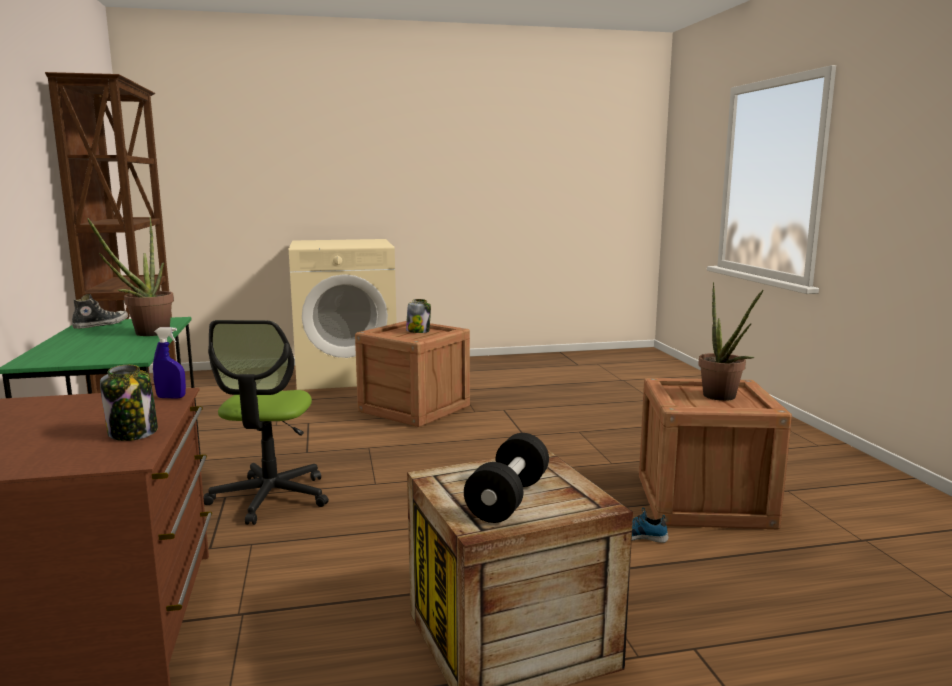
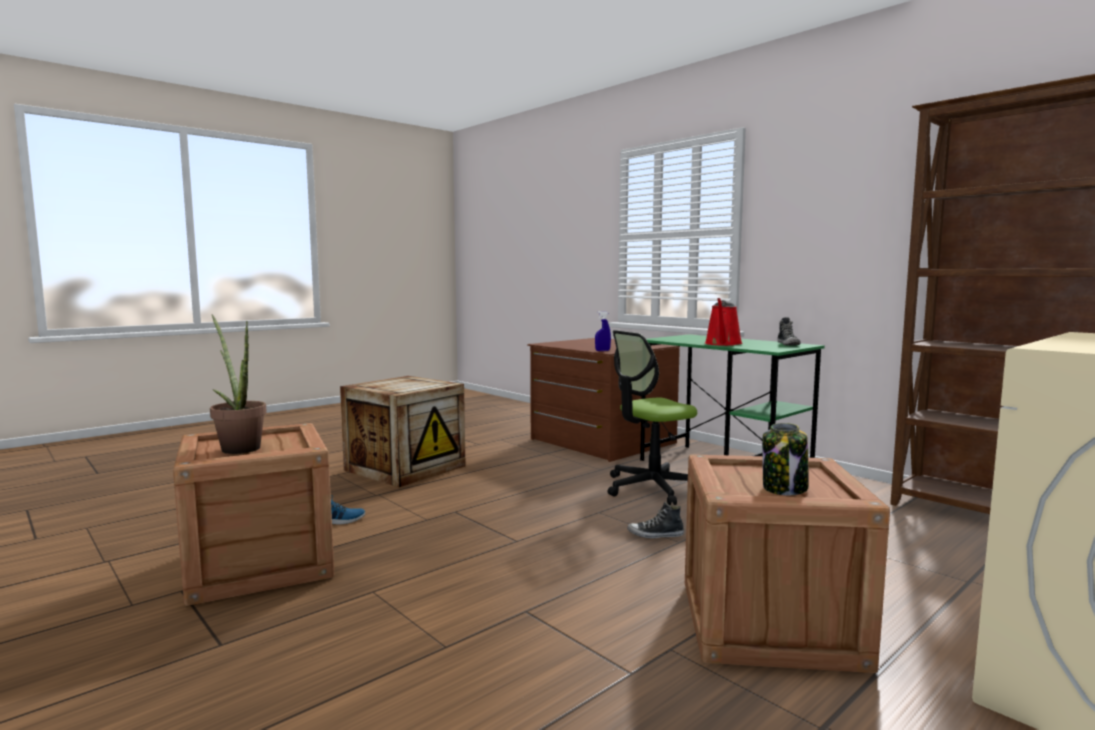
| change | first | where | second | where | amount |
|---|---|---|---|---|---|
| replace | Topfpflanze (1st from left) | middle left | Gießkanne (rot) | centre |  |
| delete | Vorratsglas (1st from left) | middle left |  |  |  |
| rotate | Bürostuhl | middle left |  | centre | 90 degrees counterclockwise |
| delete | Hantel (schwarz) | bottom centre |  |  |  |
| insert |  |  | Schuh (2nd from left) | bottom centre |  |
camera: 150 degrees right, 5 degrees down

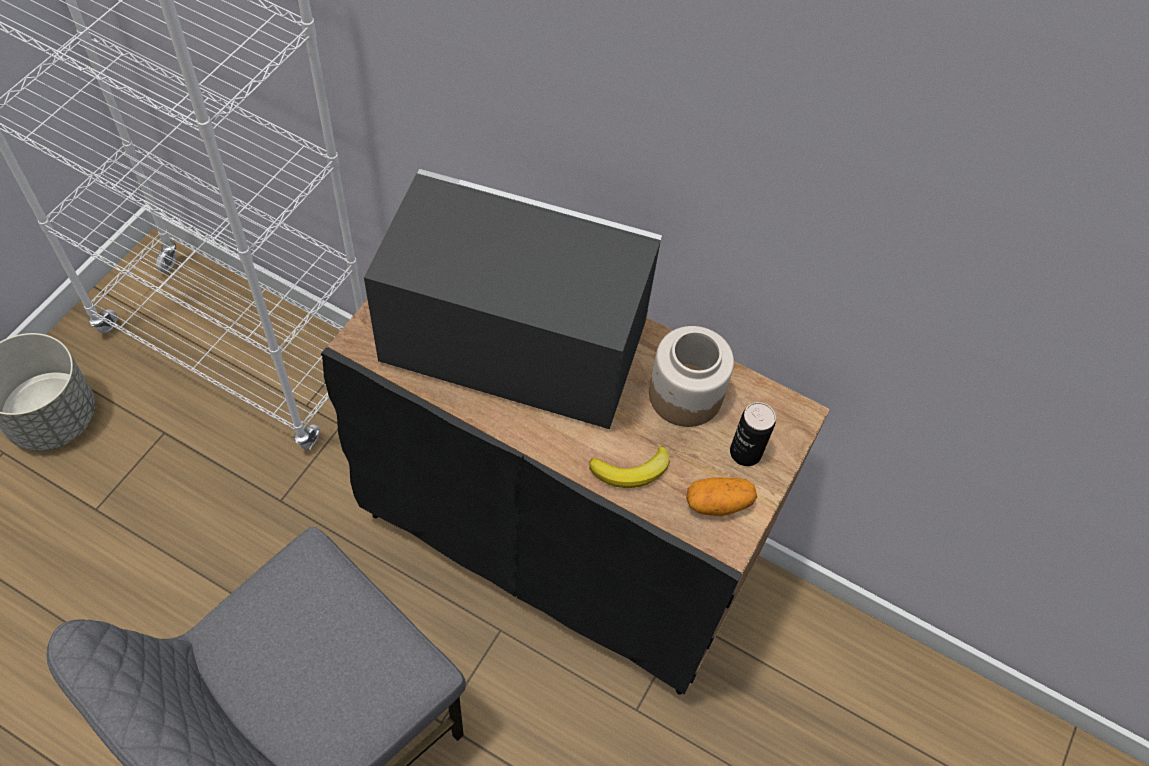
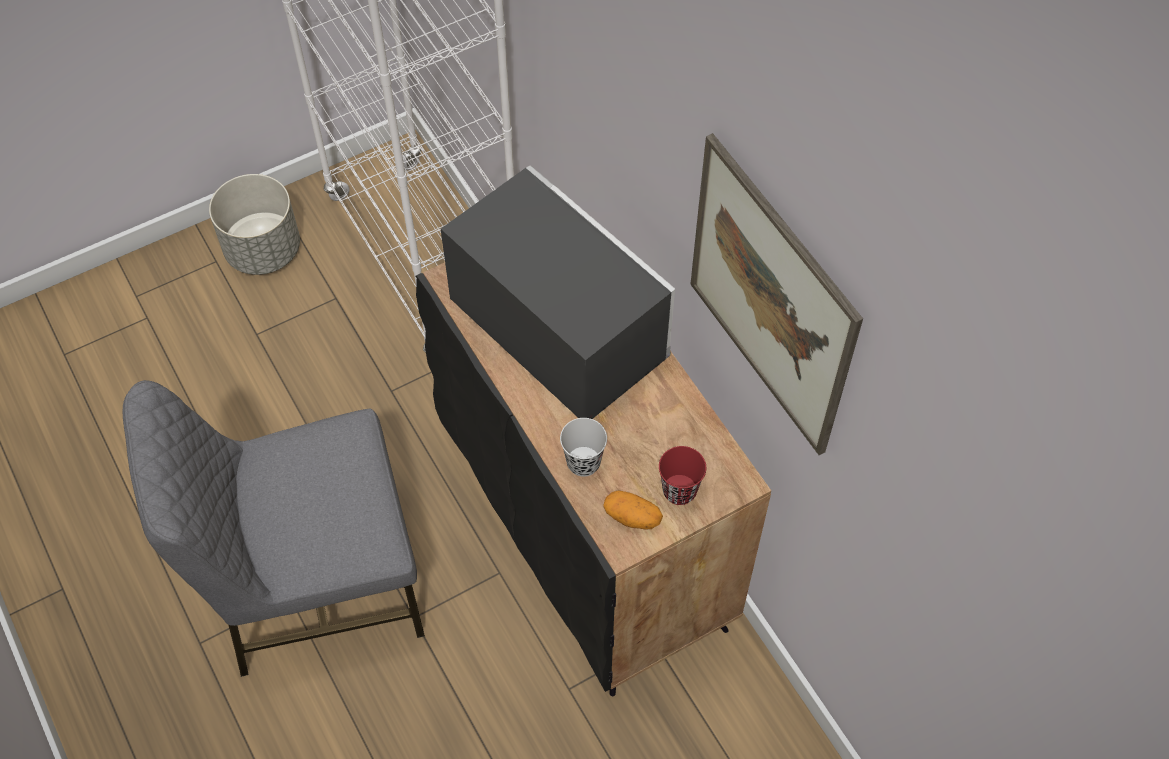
| change | first | where | second | where | amount |
|---|---|---|---|---|---|
| replace | Banane | centre | Tasse (schwarz) | centre |  |
| delete | Vorratsglas | centre |  |  |  |
| replace | Dose | centre | Tasse (rot) | centre |  |
| insert |  |  | Bild | centre |  |
camera: 35 degrees right, 0 degrees up

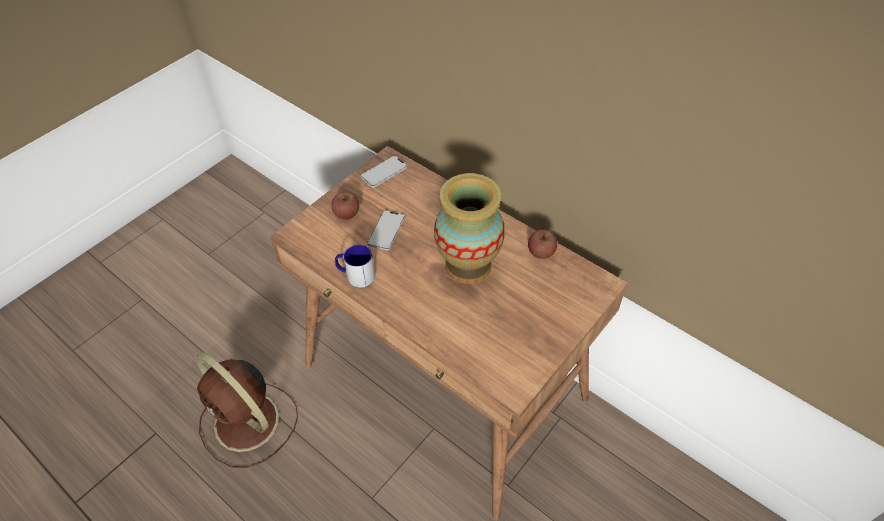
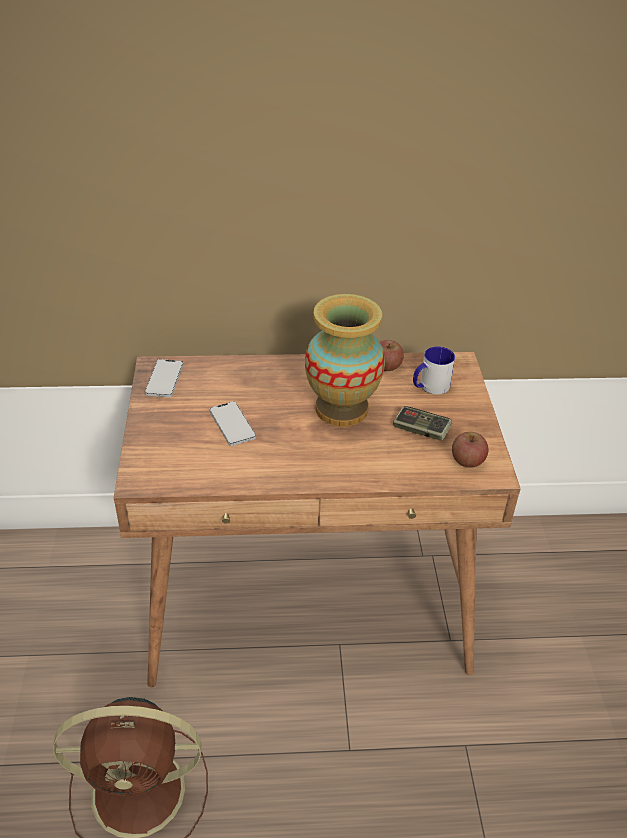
| change | first | where | second | where | amount |
|---|---|---|---|---|---|
| move | Apfel (1st from left in the first image) | centre | Apfel (2nd from left) | middle right |  |
| move | Henkelbecher | centre |  | middle right |  |
| insert |  |  | Gamepad | middle right |  |
camera: 45 degrees left, 10 degrees down

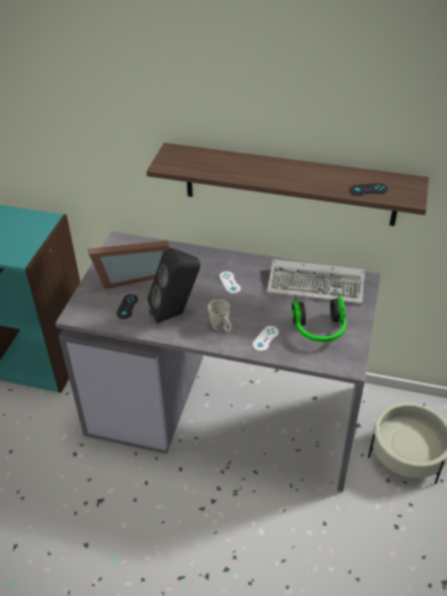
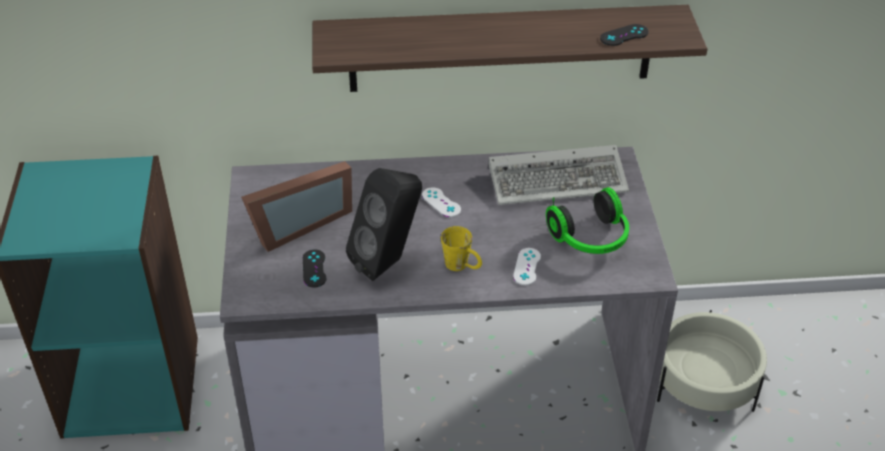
| change | first | where | second | where | amount |
|---|---|---|---|---|---|
| recolor | Henkelbecher (weiß) | centre | Henkelbecher (gelb) | centre |  |
camera: 20 degrees left, 0 degrees up

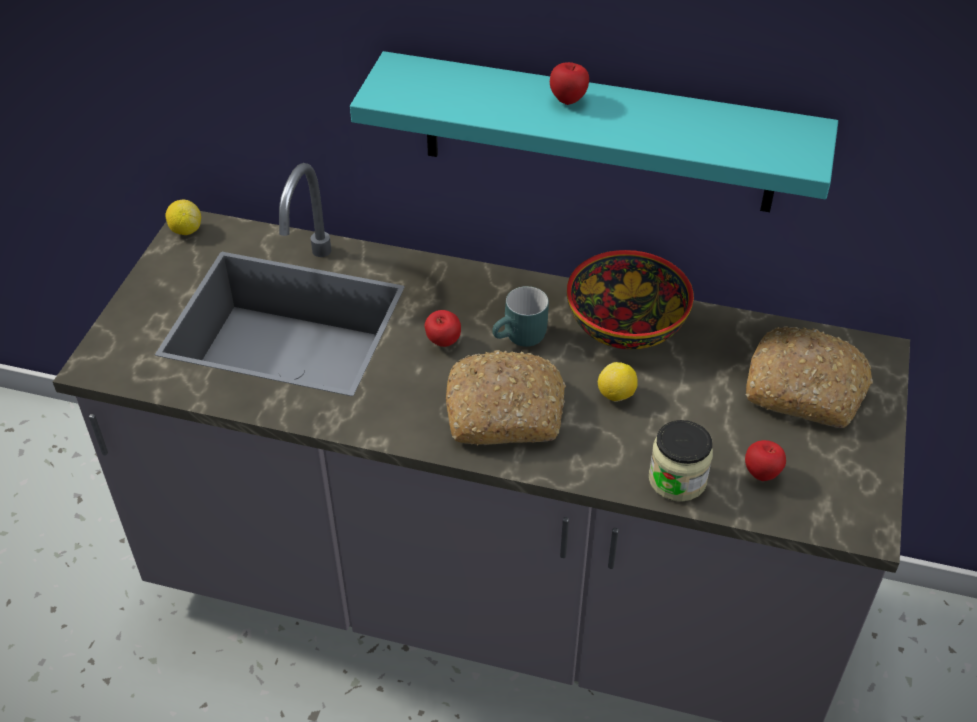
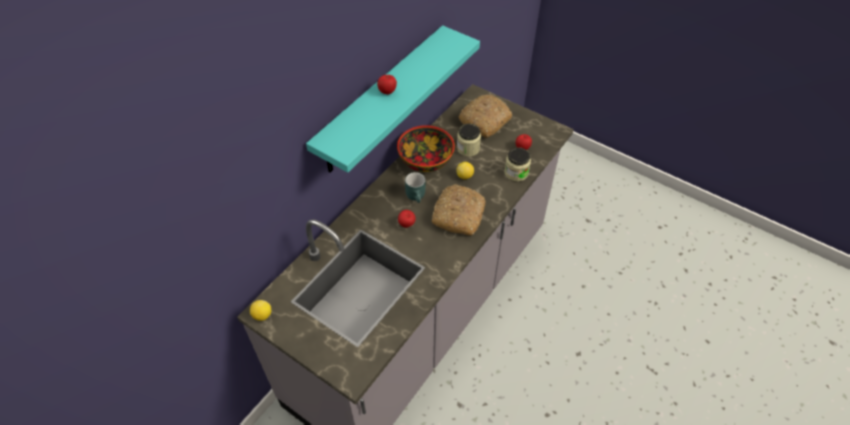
| change | first | where | second | where | amount |
|---|---|---|---|---|---|
| insert |  |  | Vorratsglas (1st from left) | top centre |  |
camera: 70 degrees left, 5 degrees up

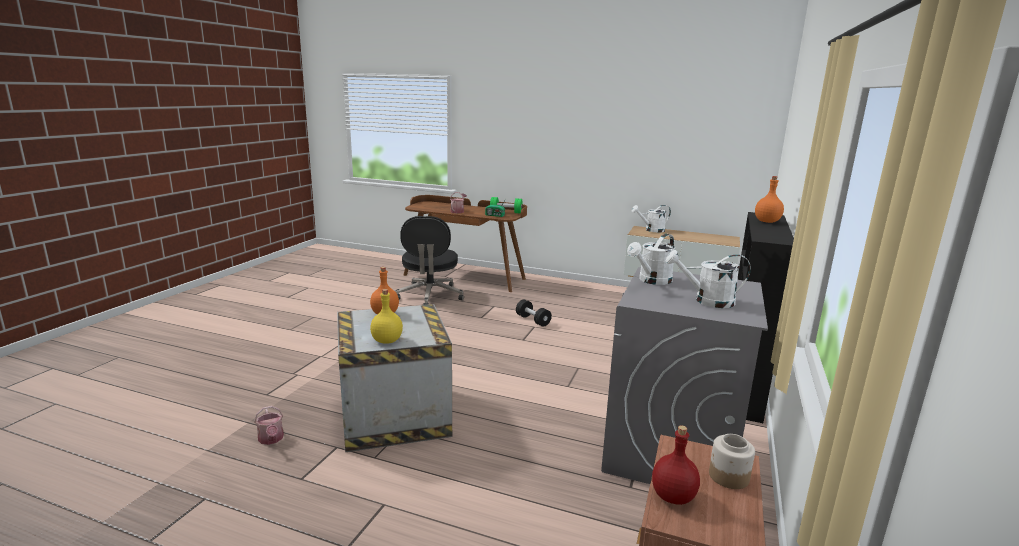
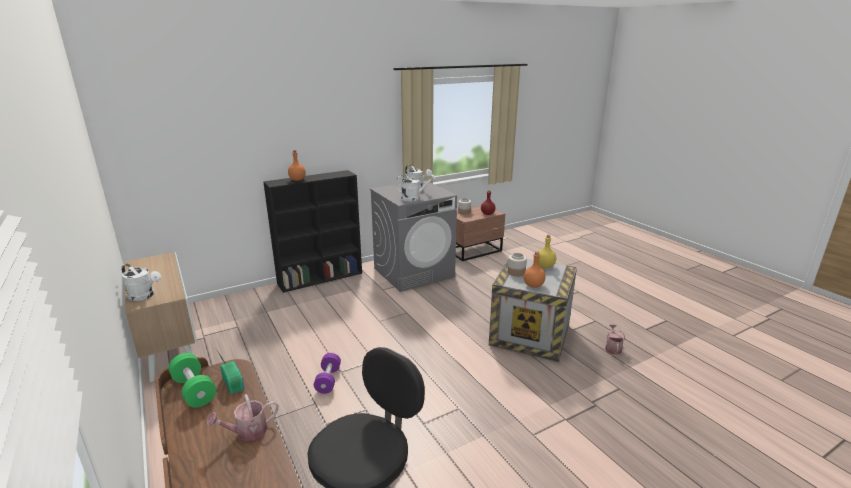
| change | first | where | second | where | amount |
|---|---|---|---|---|---|
| recolor | Hantel (schwarz) | centre | Hantel (lila) | bottom centre |  |
| insert |  |  | Vorratsglas (2nd from left) | centre |  |
camera: 140 degrees left, 5 degrees up

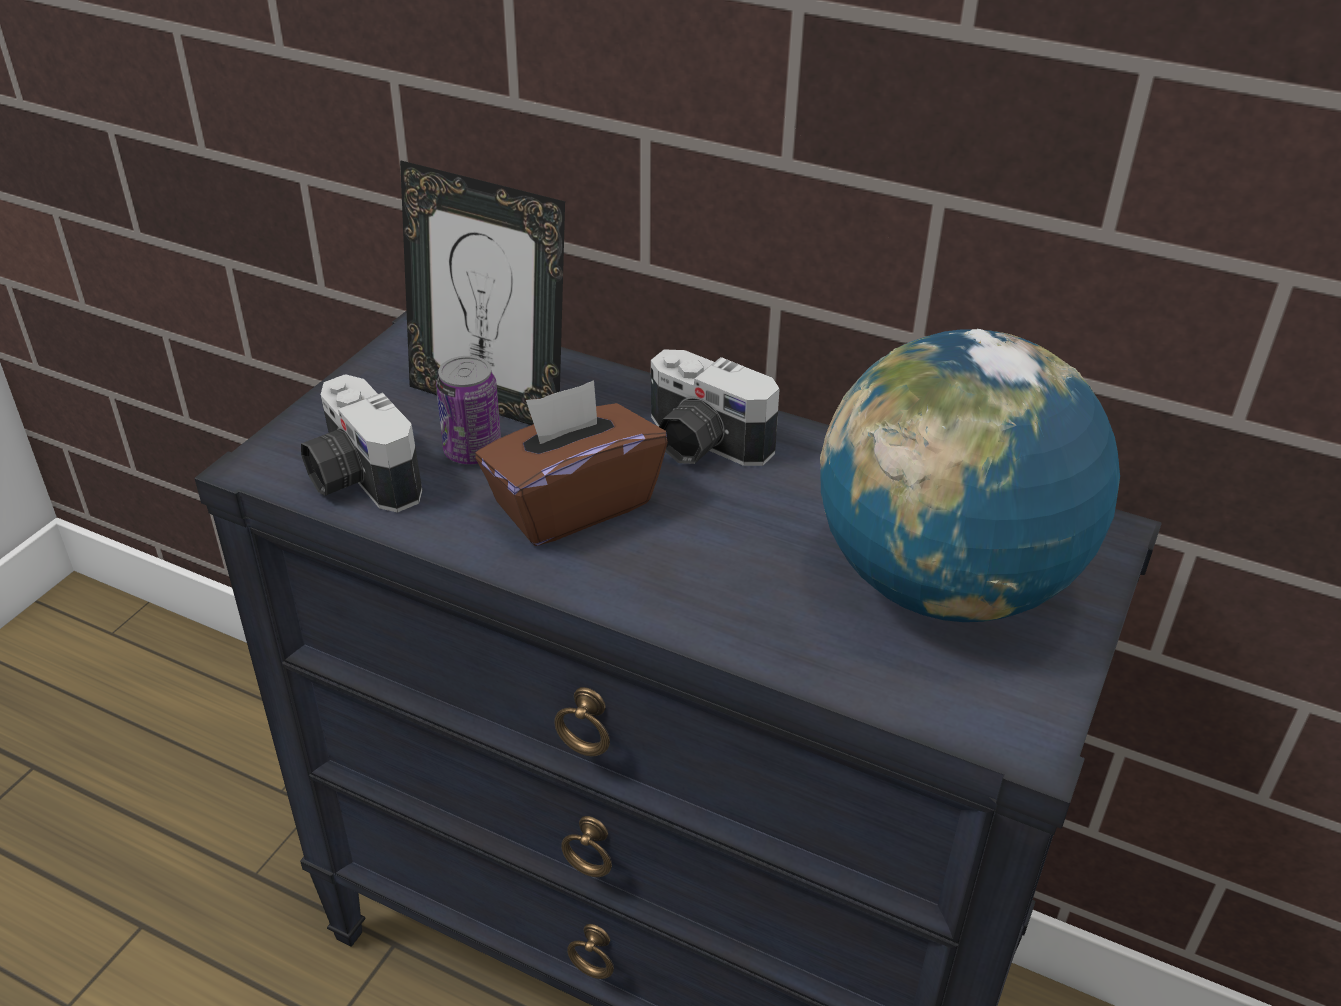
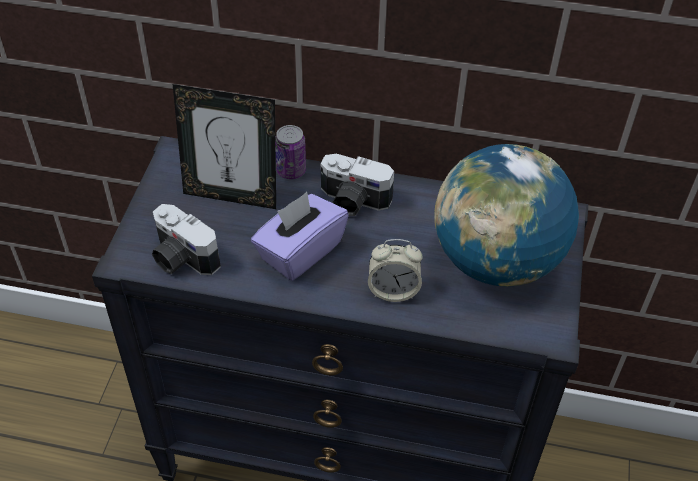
| change | first | where | second | where | amount |
|---|---|---|---|---|---|
| move | Dose | centre |  | top centre |  |
| recolor | Taschentuchbox (braun) | centre | Taschentuchbox (lila) | centre |  |
| insert |  |  | Wecker | centre |  |
camera: 15 degrees left, 10 degrees up

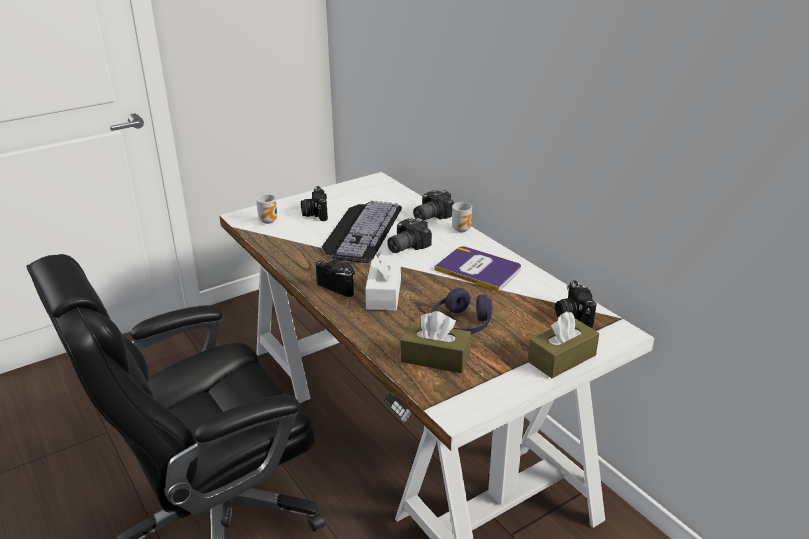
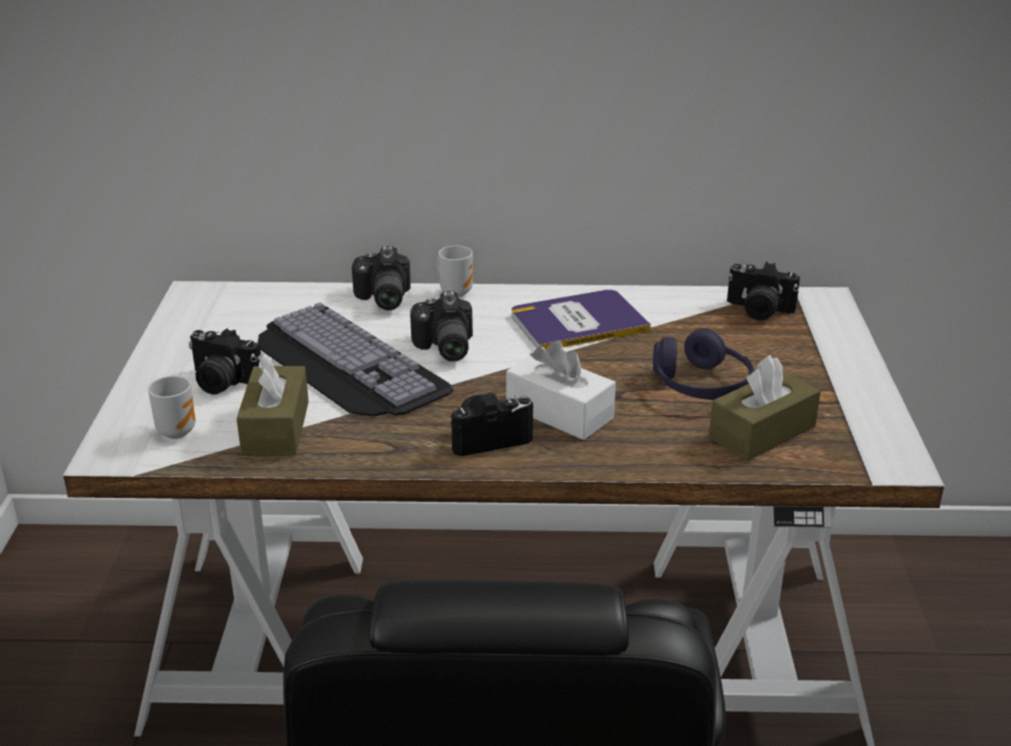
| change | first | where | second | where | amount |
|---|---|---|---|---|---|
| move | Taschentuchbox (braun) (2nd from left in the first image) | middle right | Taschentuchbox (braun) (1st from left) | middle left |  |
camera: 55 degrees left, 0 degrees up

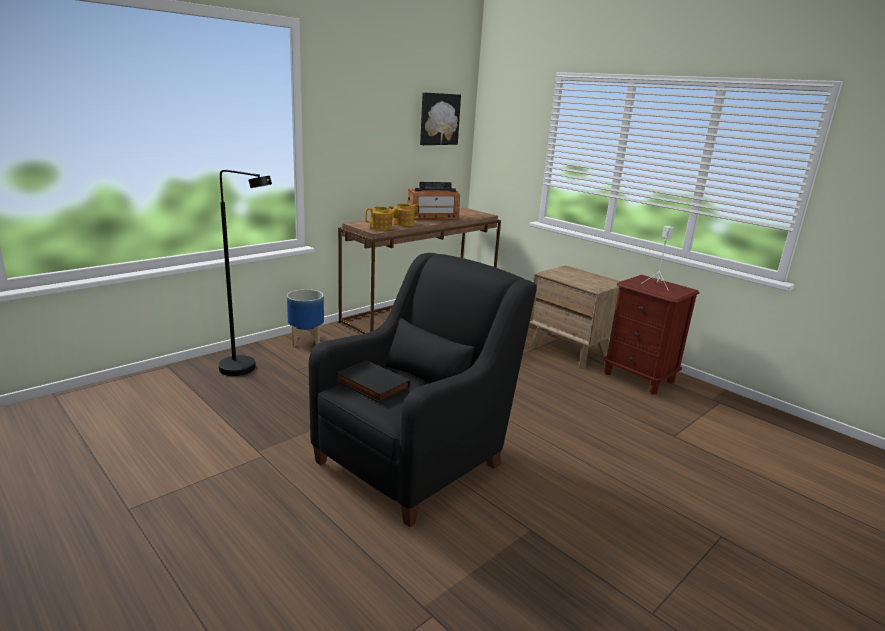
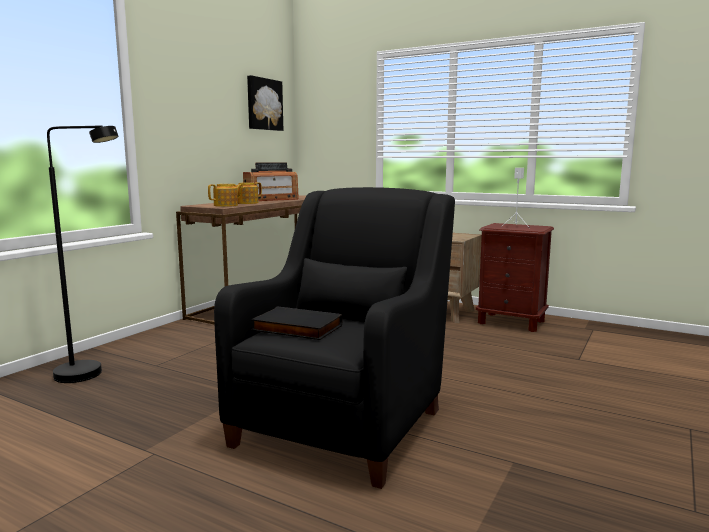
| change | first | where | second | where | amount |
|---|---|---|---|---|---|
| delete | Pflanzkübel | centre |  |  |  |
camera: 15 degrees left, 10 degrees down

